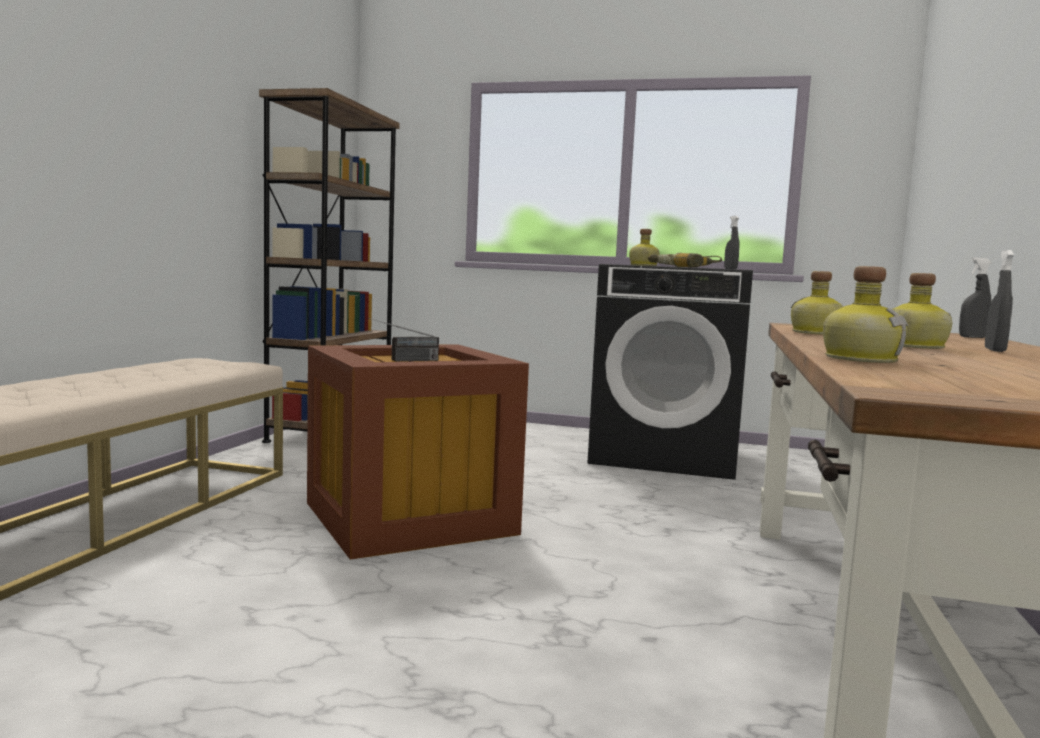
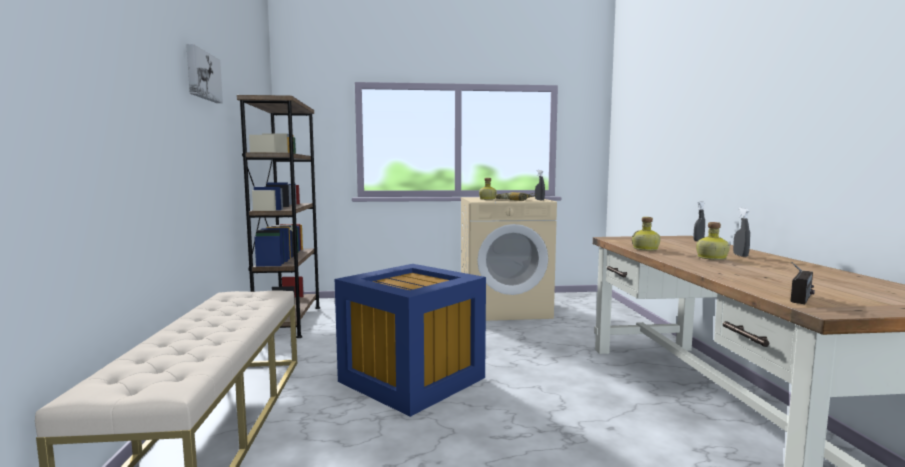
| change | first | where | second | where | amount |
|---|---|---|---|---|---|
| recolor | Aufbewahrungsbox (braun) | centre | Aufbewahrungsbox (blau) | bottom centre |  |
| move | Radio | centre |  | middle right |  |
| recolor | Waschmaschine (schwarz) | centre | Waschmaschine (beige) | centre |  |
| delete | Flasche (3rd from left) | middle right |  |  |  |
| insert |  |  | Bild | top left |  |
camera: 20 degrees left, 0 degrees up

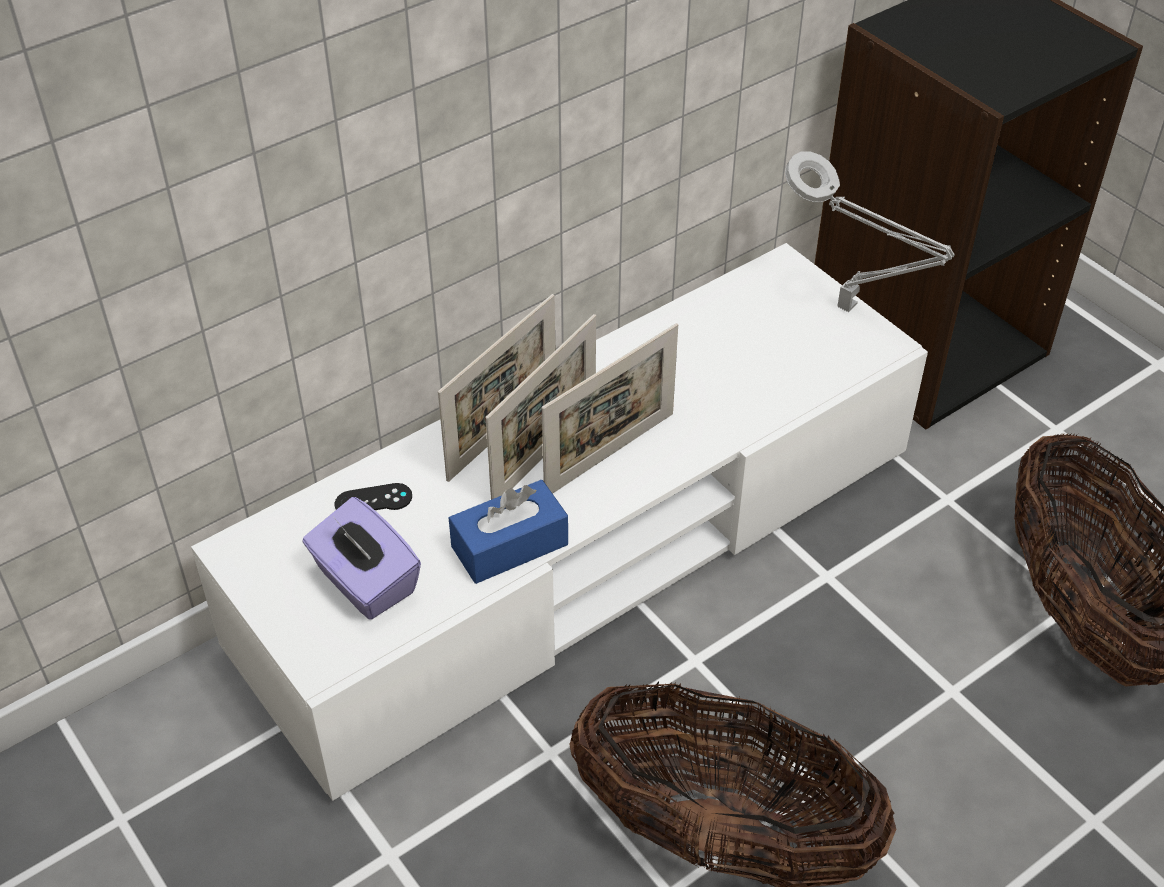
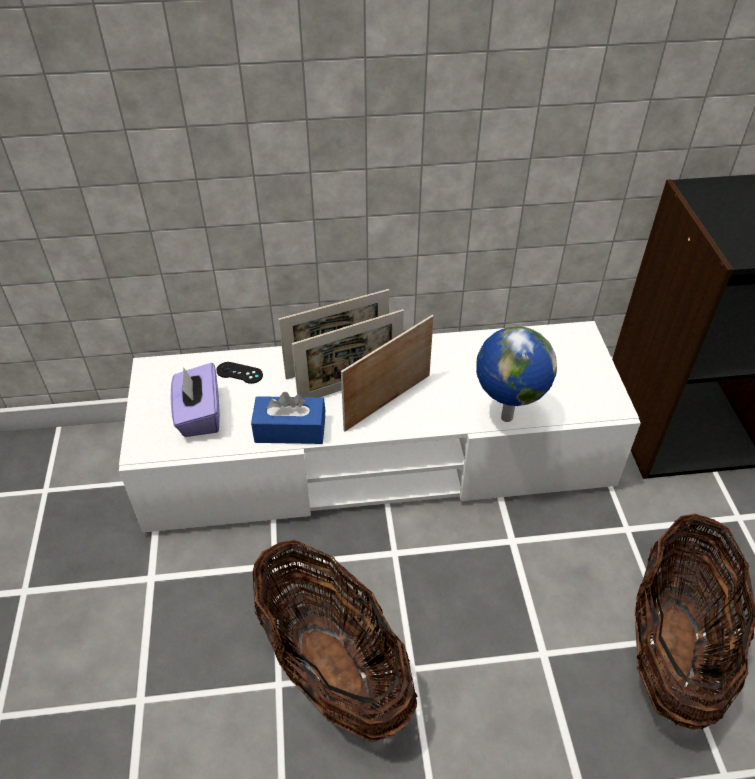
| change | first | where | second | where | amount |
|---|---|---|---|---|---|
| rotate | Bilderrahmen (3rd from left) | centre |  | centre | 150 degrees clockwise |
| delete | Tischlampe (grau) | top right |  |  |  |
| insert |  |  | Globus | middle right |  |
camera: 30 degrees right, 0 degrees up

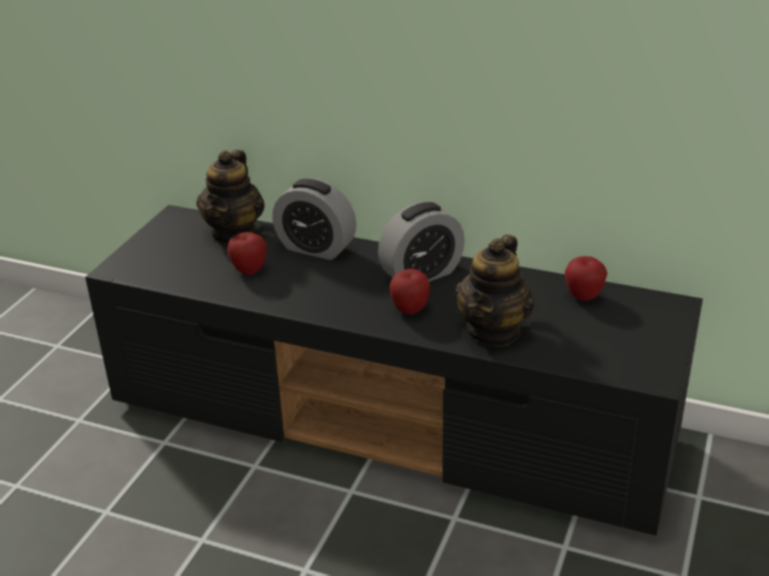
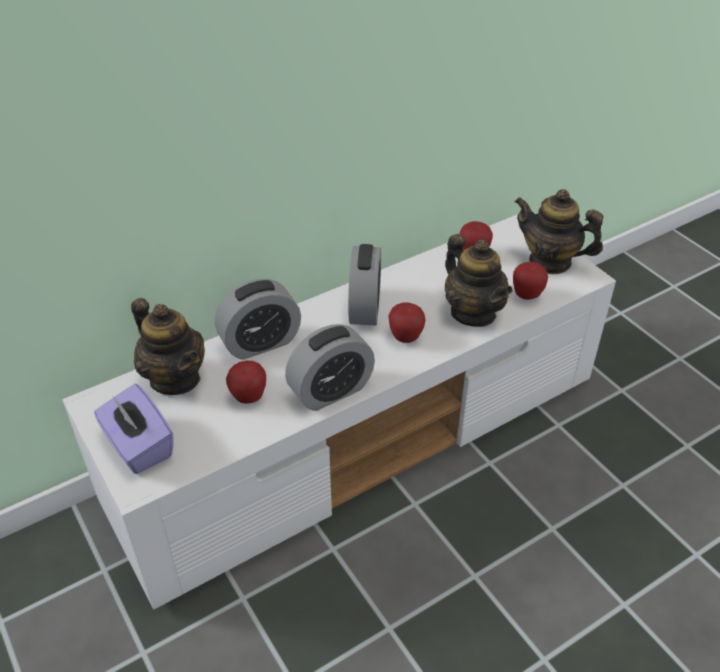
| change | first | where | second | where | amount |
|---|---|---|---|---|---|
| recolor | Fernsehschrank (schwarz) | centre | Fernsehschrank (weiß) | centre |  |
| insert |  |  | Taschentuchbox (lila) | middle left |  |
| insert |  |  | Wecker (2nd from left) | centre |  |
| insert |  |  | Apfel (4th from left) | middle right |  |
| insert |  |  | Teekanne (3rd from left) | middle right |  |
camera: 55 degrees left, 10 degrees up

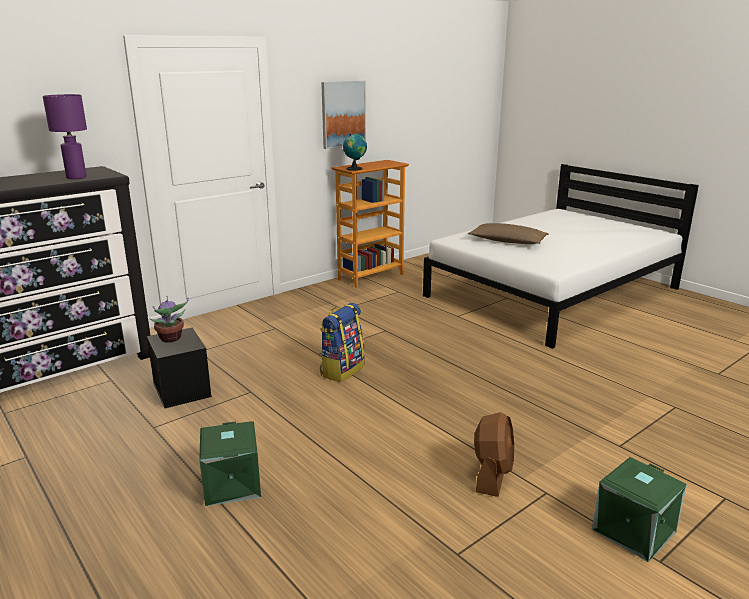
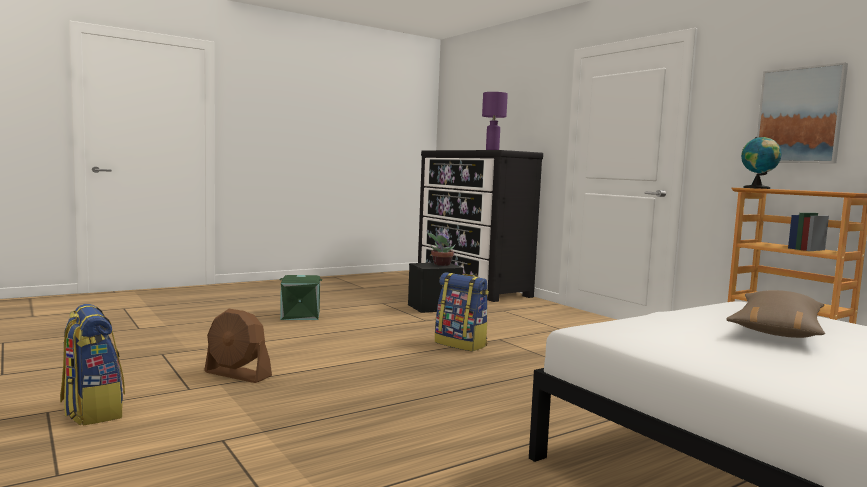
| change | first | where | second | where | amount |
|---|---|---|---|---|---|
| replace | Aufbewahrungsbox (grün) (2nd from left) | bottom right | Rucksack (1st from left) | bottom left |  |
camera: 95 degrees right, 15 degrees down

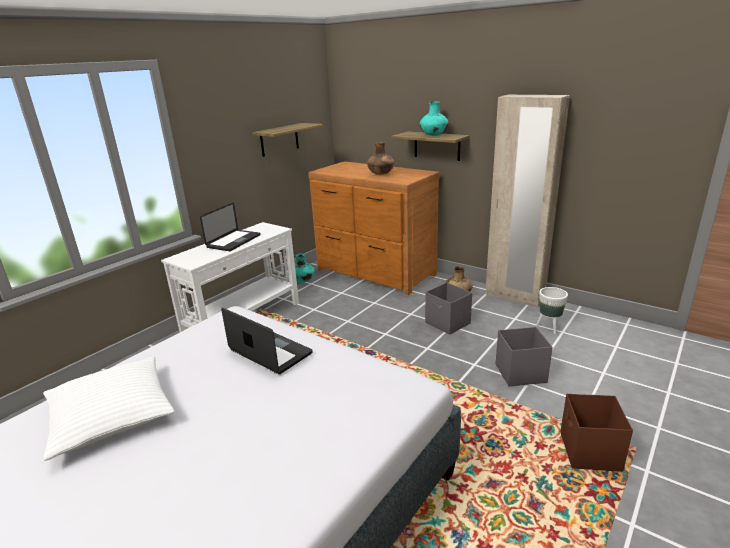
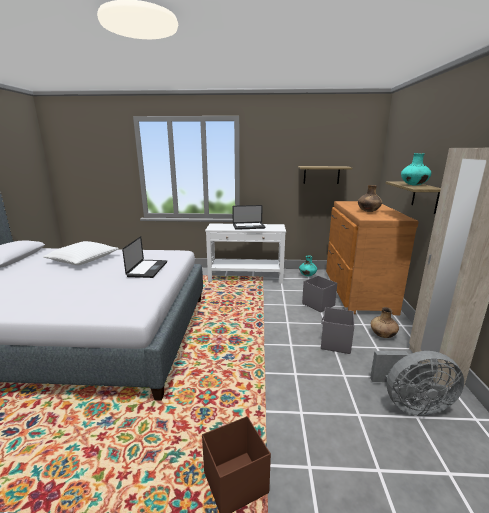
| change | first | where | second | where | amount |
|---|---|---|---|---|---|
| move | Aufbewahrungsbox (grau) (2nd from left in the first image) | middle right | Aufbewahrungsbox (grau) (1st from left) | centre |  |
| replace | Pflanzkübel (weiß) | middle right | Ventilator (grau) | bottom right |  |
camera: 55 degrees right, 5 degrees down

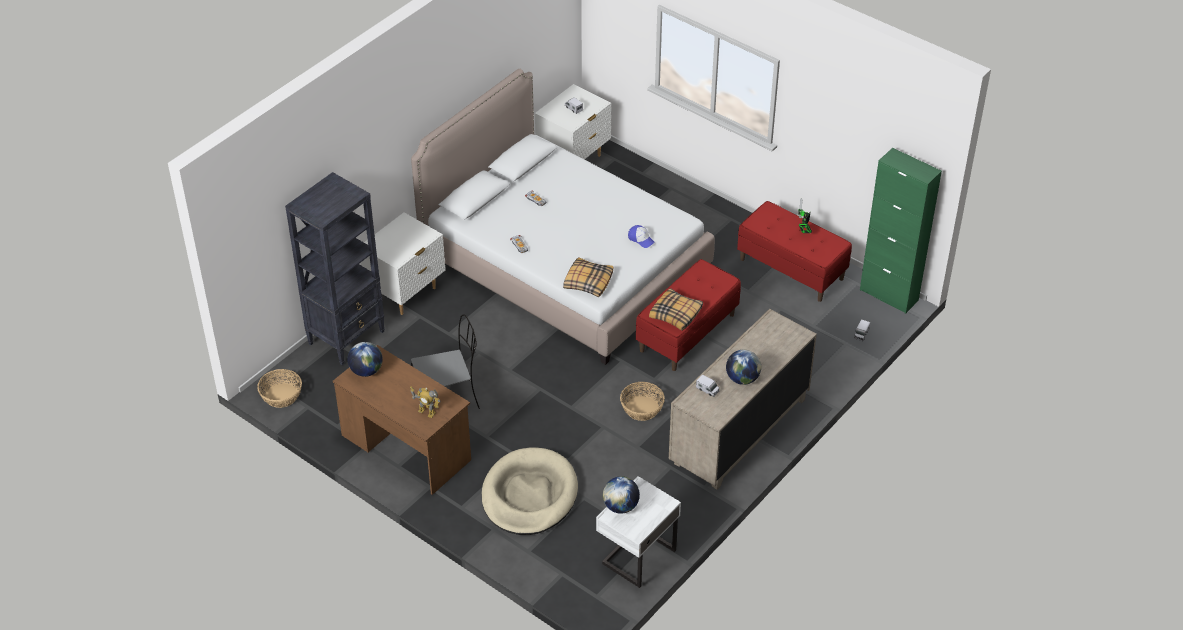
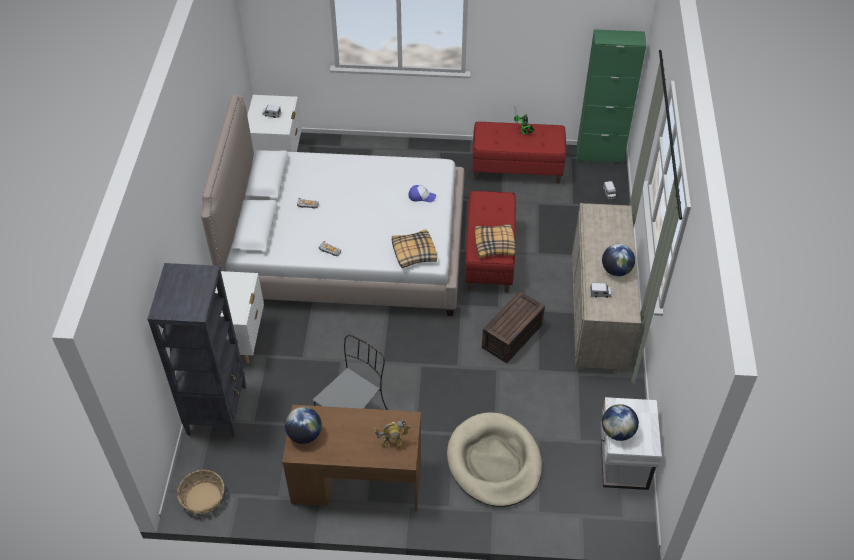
| change | first | where | second | where | amount |
|---|---|---|---|---|---|
| replace | Korb (2nd from left) | centre | Aufbewahrungsbox (braun) | centre |  |
camera: 35 degrees left, 5 degrees up

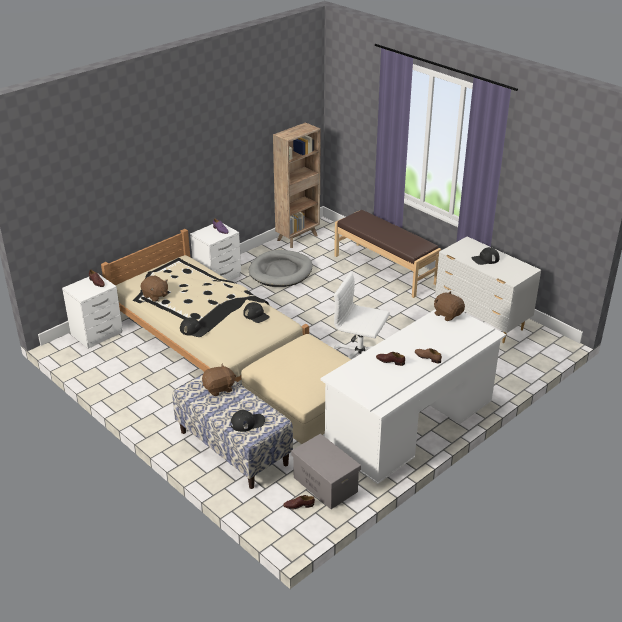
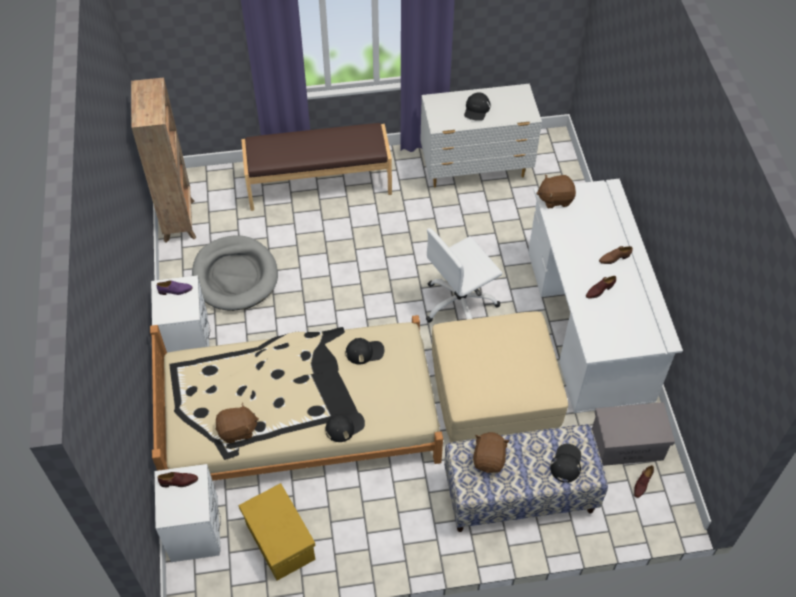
| change | first | where | second | where | amount |
|---|---|---|---|---|---|
| insert |  |  | Aufbewahrungsbox (gelb) | bottom centre |  |
camera: 55 degrees left, 20 degrees up

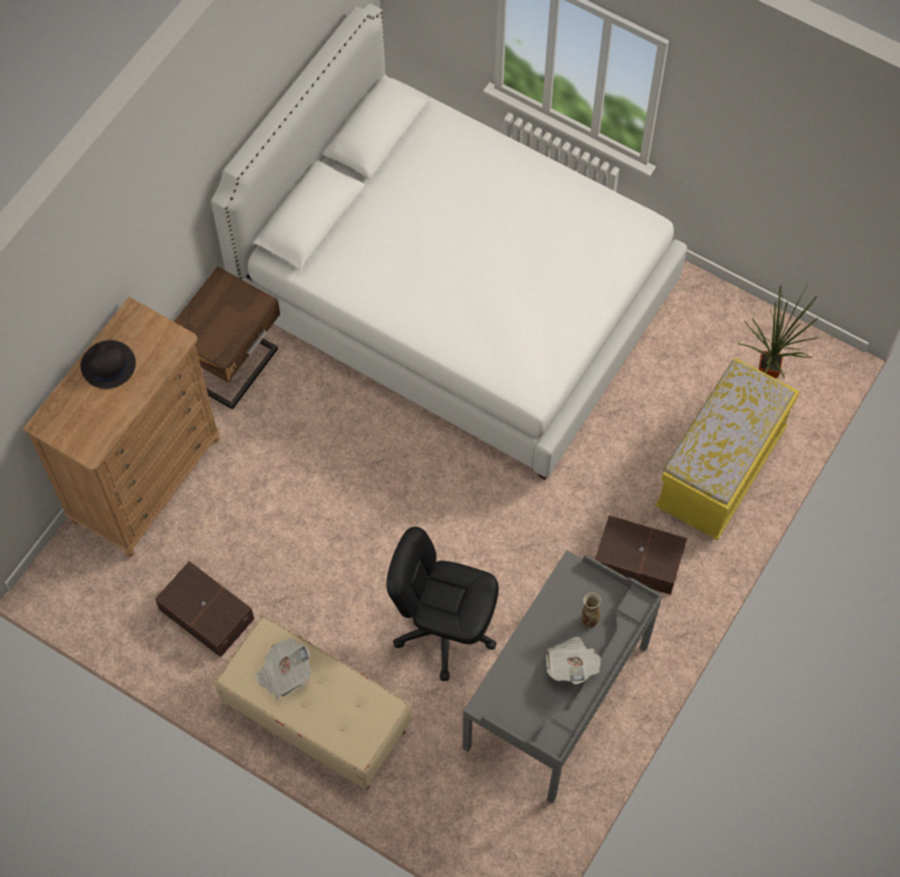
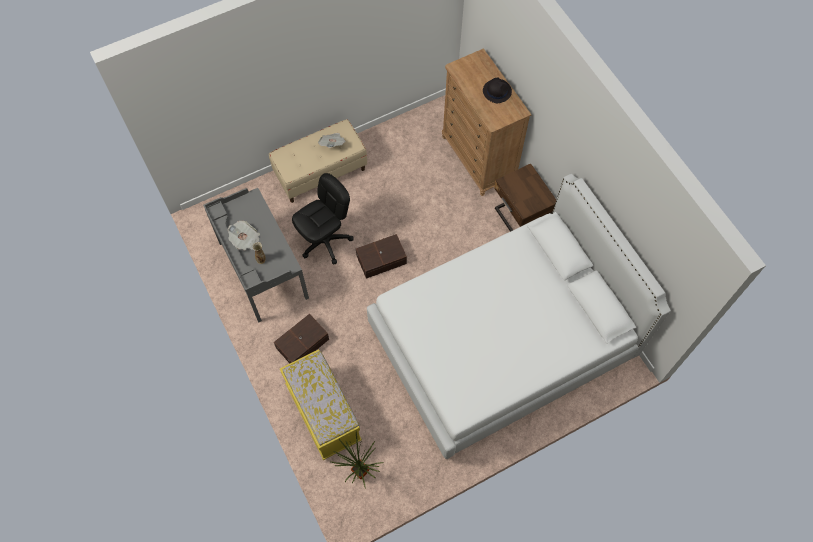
| change | first | where | second | where | amount |
|---|---|---|---|---|---|
| move | Aufbewahrungsbox (braun) (1st from left in the first image) | bottom left | Aufbewahrungsbox (braun) (2nd from left) | centre |  |
camera: 120 degrees right, 0 degrees up

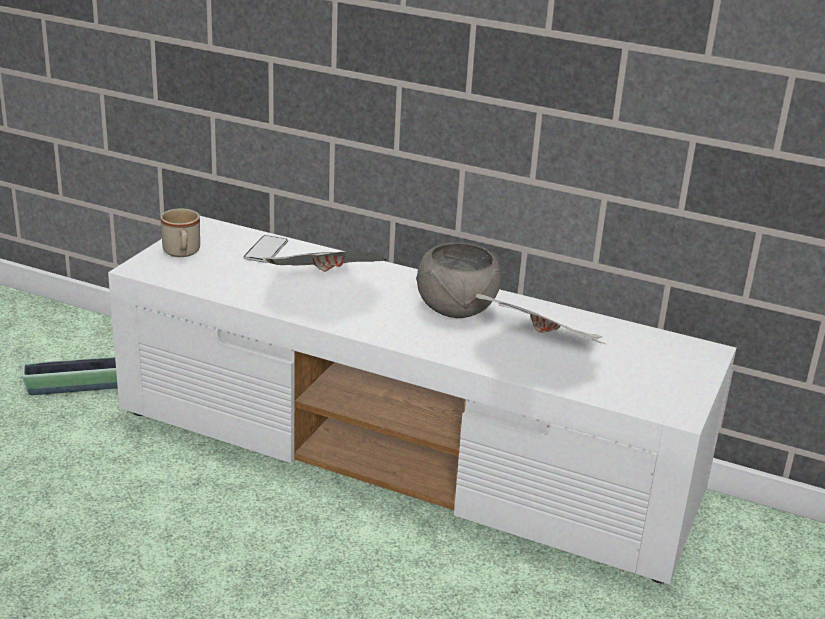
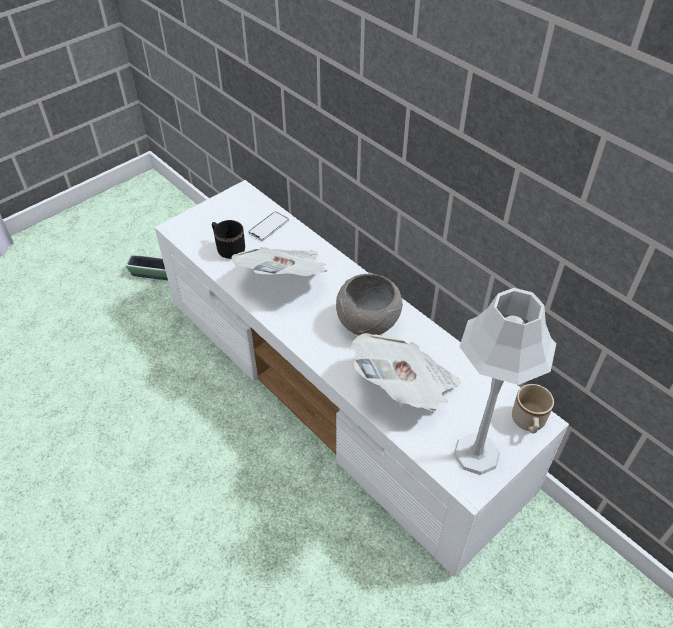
| change | first | where | second | where | amount |
|---|---|---|---|---|---|
| move | Henkelbecher (beige) | middle left |  | middle right |  |
| insert |  |  | Henkelbecher (schwarz) | centre |  |
| insert |  |  | Tischlampe (grau) | middle right |  |
camera: 25 degrees right, 20 degrees up

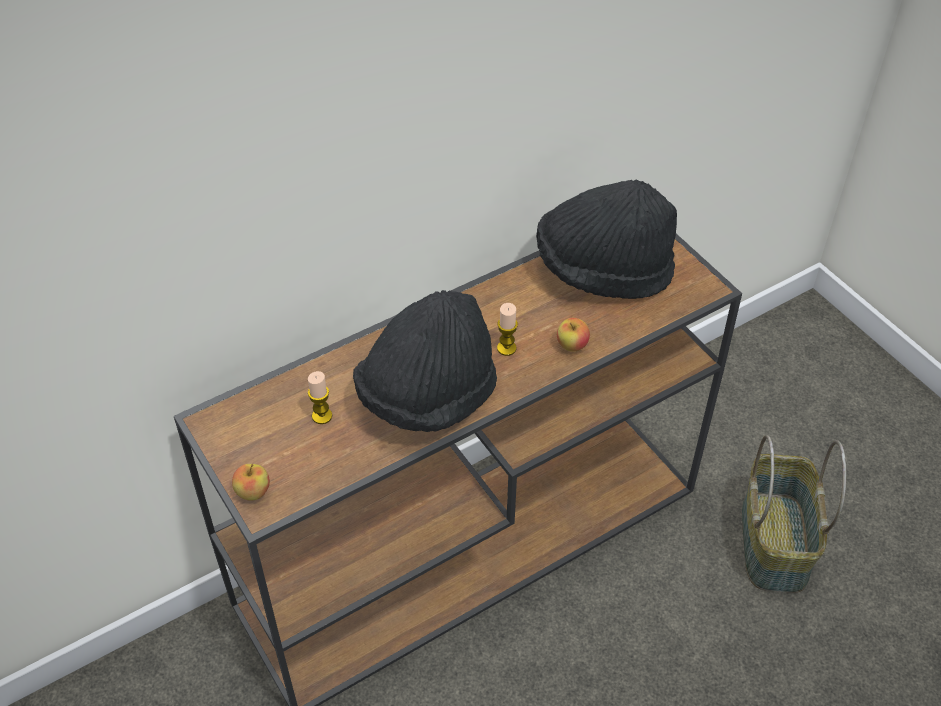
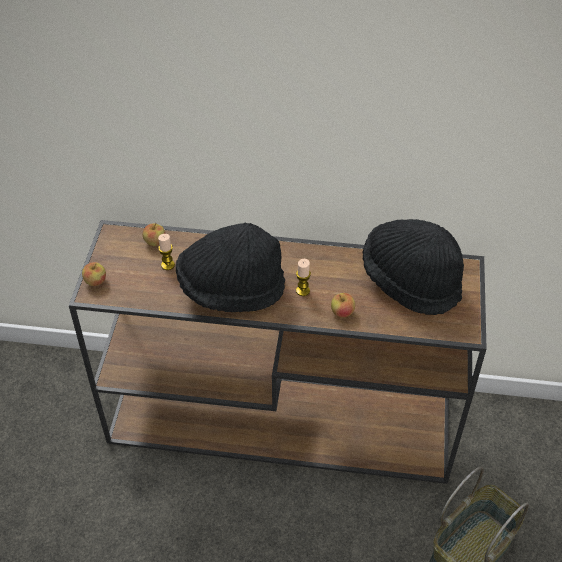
| change | first | where | second | where | amount |
|---|---|---|---|---|---|
| insert |  |  | Apfel (2nd from left) | middle left |  |
camera: 40 degrees right, 0 degrees up

